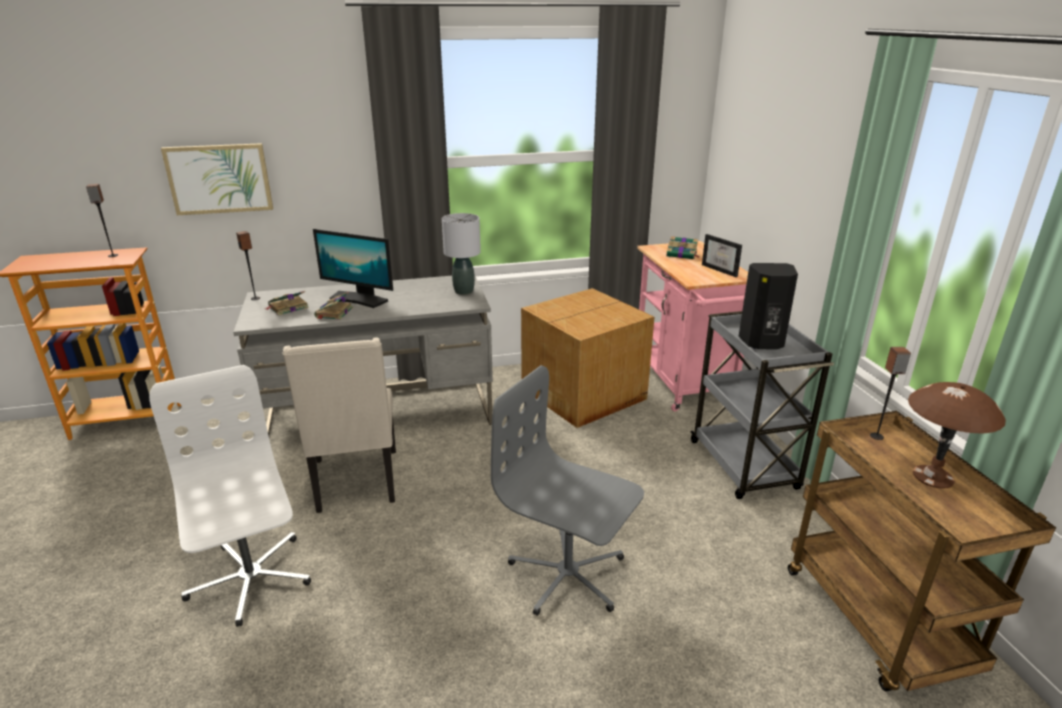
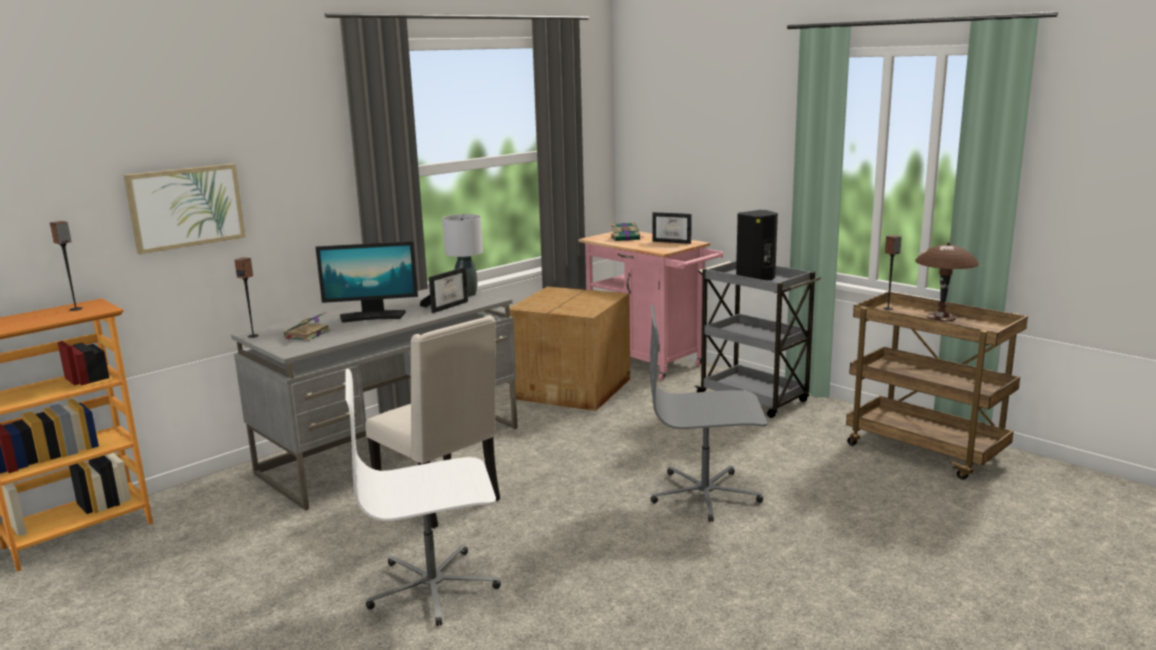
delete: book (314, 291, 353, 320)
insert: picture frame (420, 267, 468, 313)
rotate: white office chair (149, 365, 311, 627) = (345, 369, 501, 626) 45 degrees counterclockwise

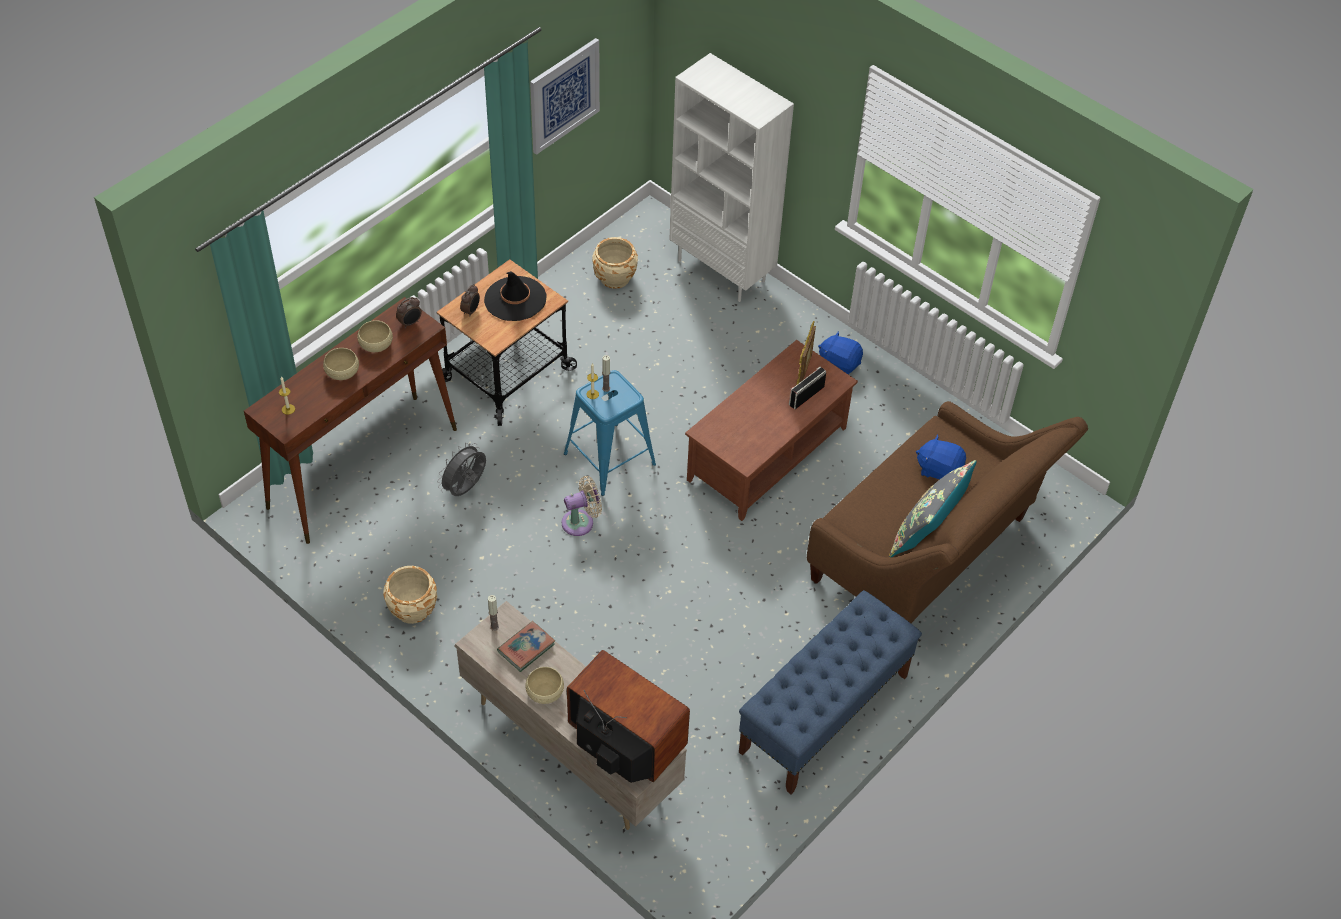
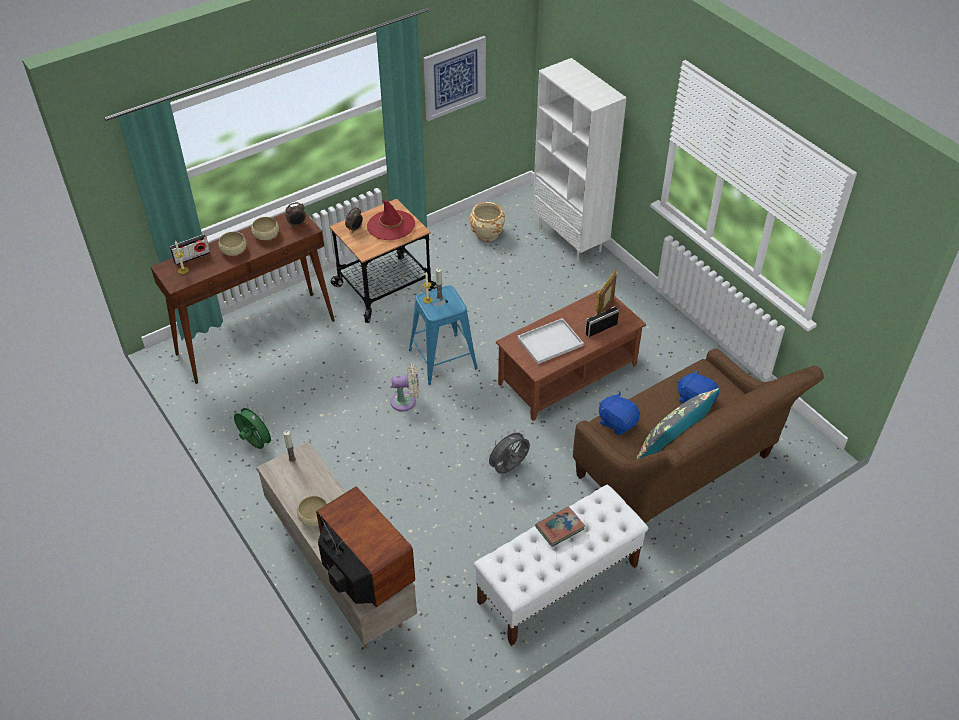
insert: radio (170, 234, 210, 266); white tray (517, 318, 584, 364)
move: blue plush toy (818, 331, 863, 374) to (599, 392, 640, 435); grey fan (437, 442, 486, 496) to (485, 429, 530, 474); book (497, 621, 555, 672) to (535, 506, 585, 547)
replace: beige planter (383, 566, 437, 624) to green fan (234, 404, 275, 449)
recolor: black hat (484, 271, 546, 321) to red hat (367, 200, 415, 240); blue bench (739, 590, 922, 794) to white bench (474, 485, 648, 646)

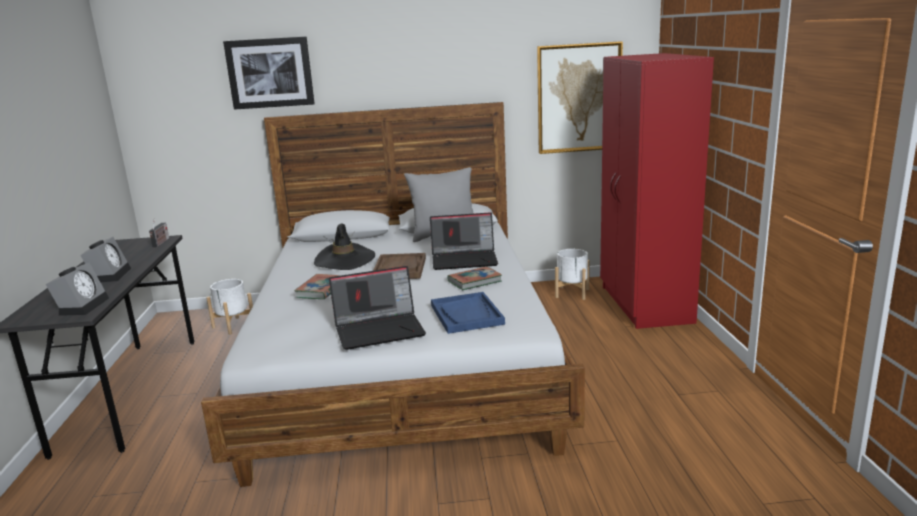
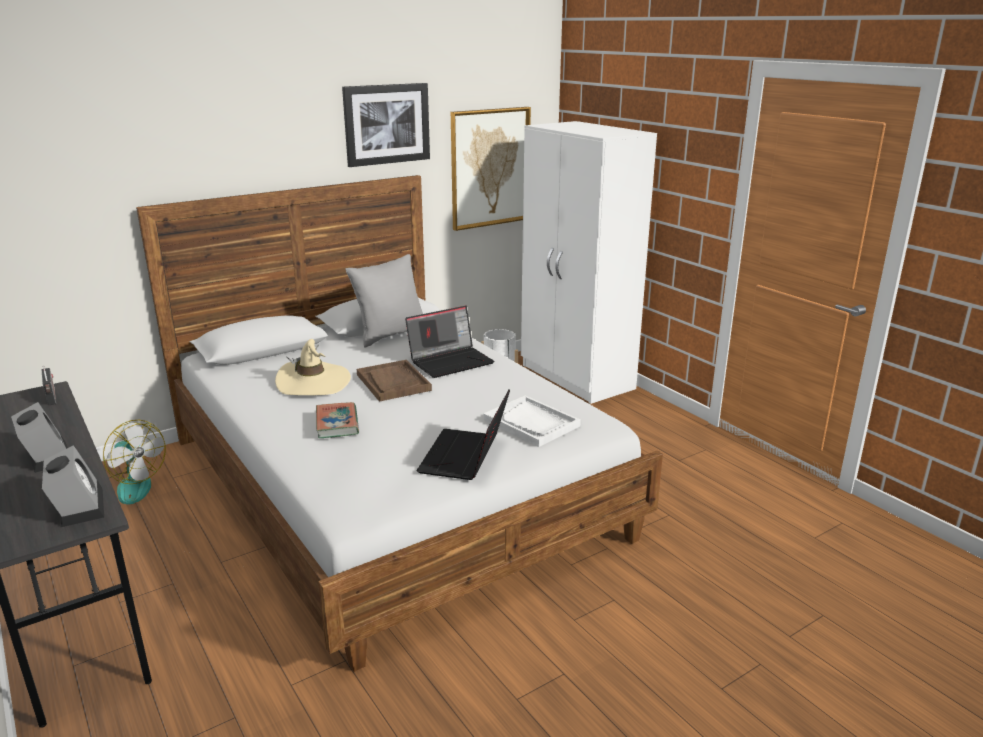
delete: book (447, 266, 502, 290)
move: picture (223, 37, 315, 110) to (342, 83, 430, 167)
replace: white planter (206, 279, 253, 335) to fan (103, 420, 166, 505)
recolor: red wardrobe (600, 53, 714, 329) to white wardrobe (521, 121, 657, 404); black hat (314, 224, 375, 270) to beige hat (275, 339, 351, 395); blue tray (431, 292, 505, 334) to white tray (484, 396, 581, 447)
rotate: laptop (329, 266, 426, 350) = (417, 390, 510, 480) 150 degrees clockwise

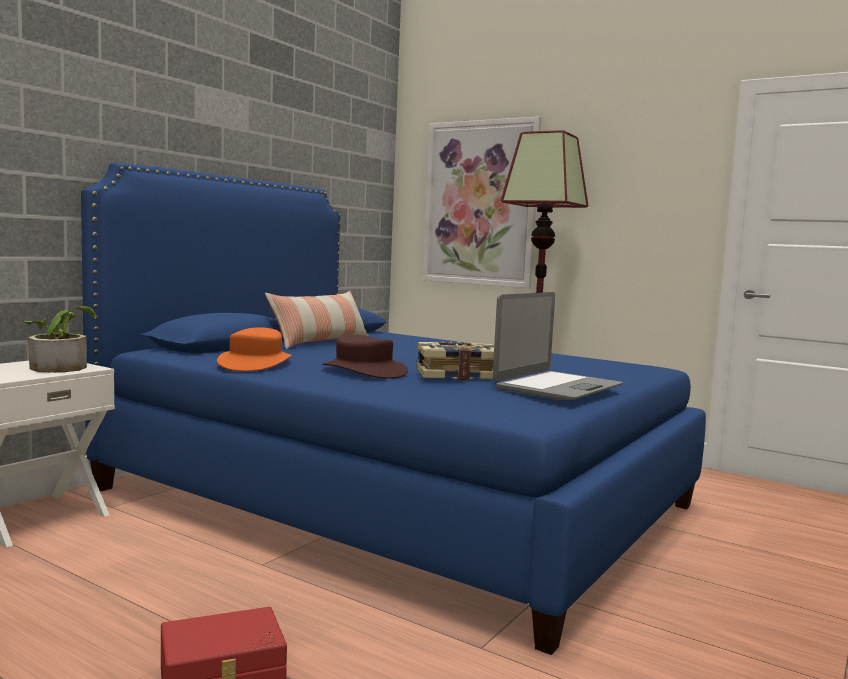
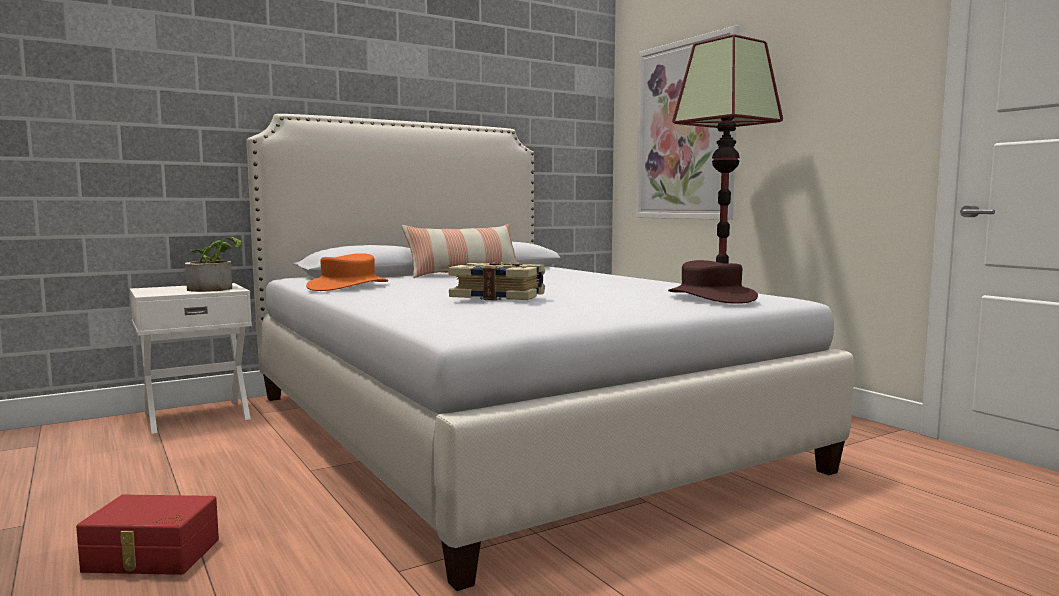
delete: laptop (493, 292, 623, 400)
move: brown hat (322, 334, 408, 379) to (668, 260, 758, 304)
recolor: blue bed (81, 163, 706, 655) to white bed (246, 114, 854, 591)

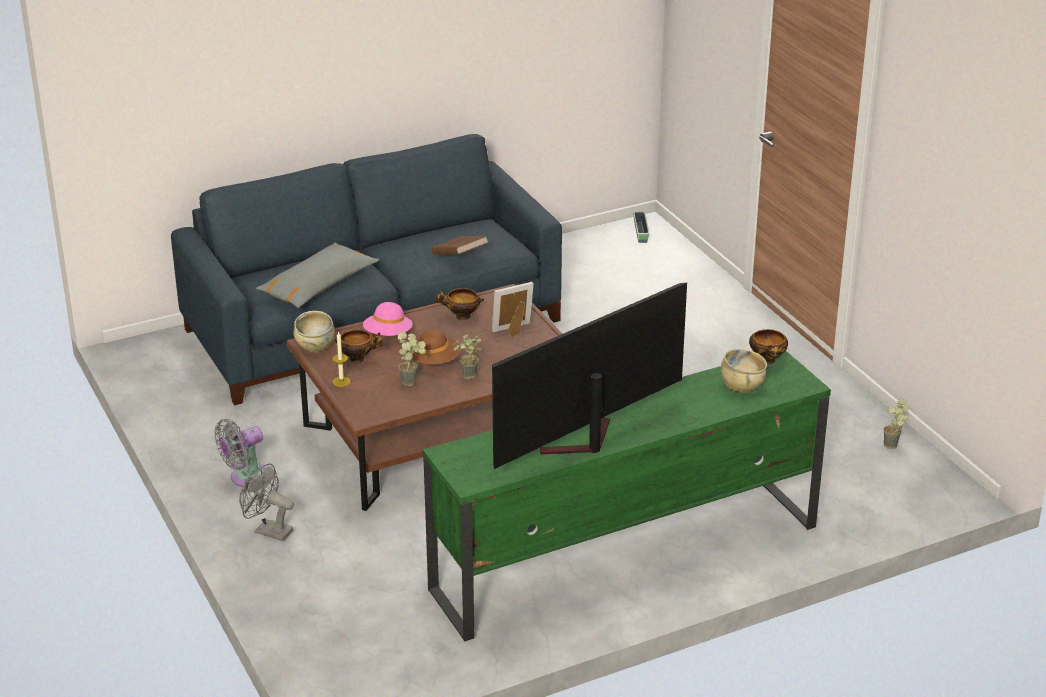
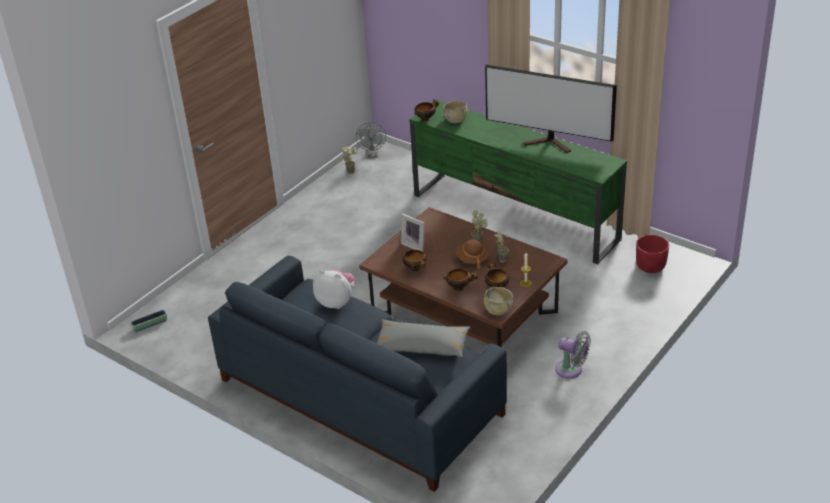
insert: red planter (636, 234, 669, 273)
move: grey fan (239, 463, 294, 541) to (356, 122, 386, 158)
replace: brown book (432, 236, 489, 254) to plush toy (313, 270, 355, 309); pink hat (363, 302, 413, 336) to bowl (443, 269, 478, 292)

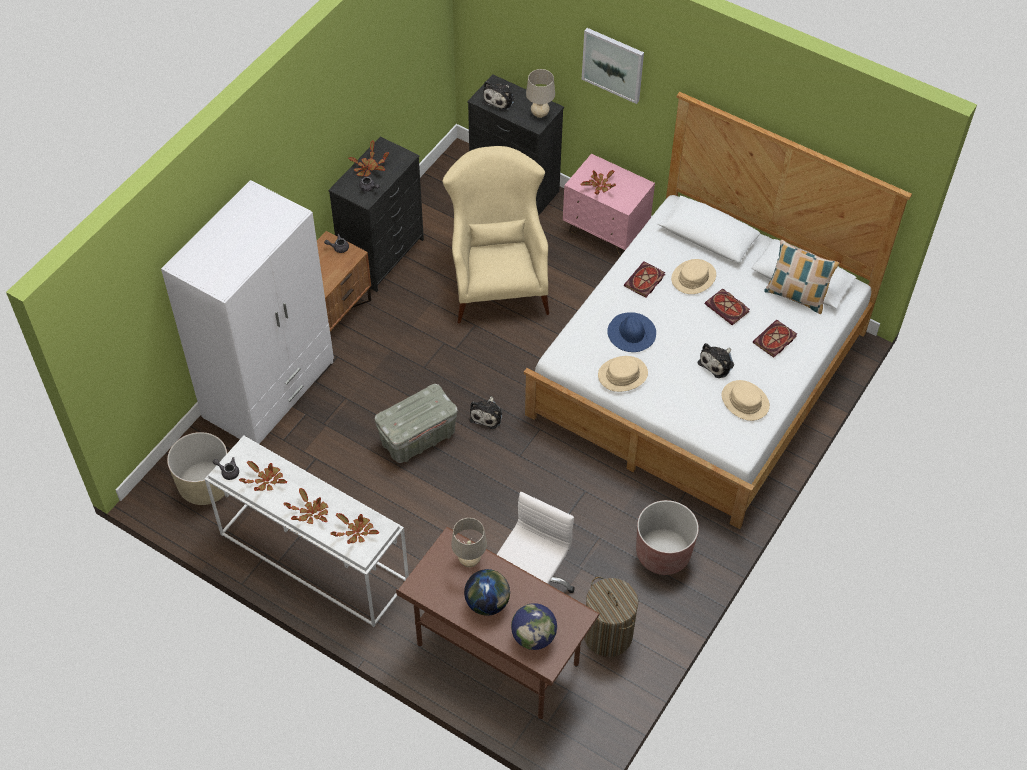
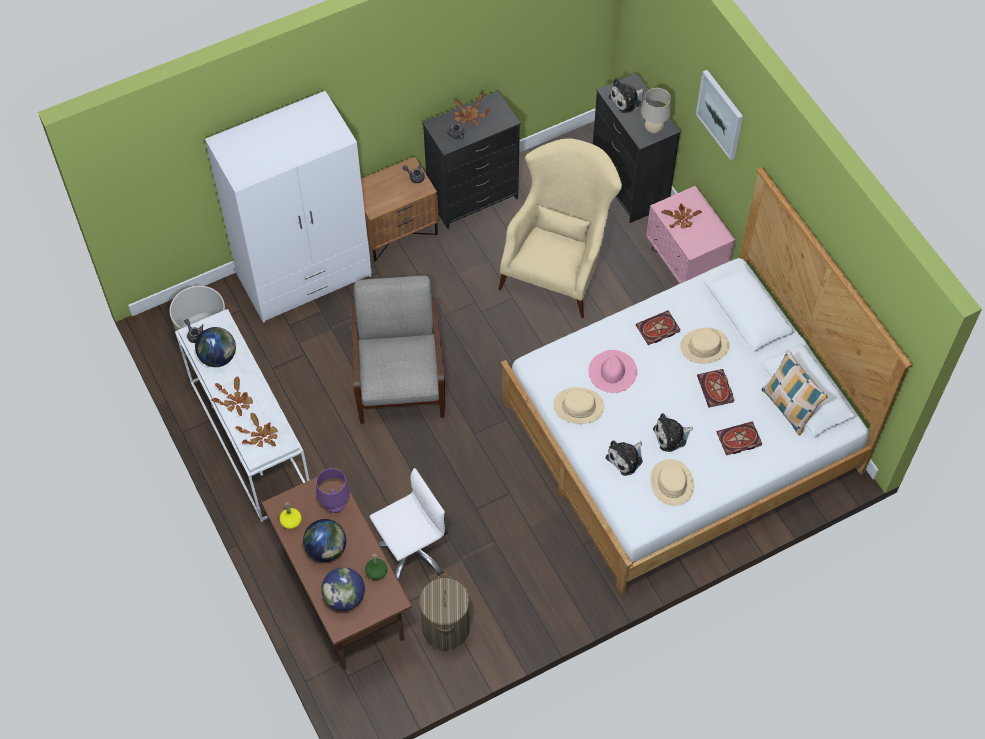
delete: brown planter (636, 500, 699, 575)
insert: yellow bottle (279, 502, 302, 529); green bottle (365, 553, 387, 580)
move: plush toy (469, 396, 503, 429) to (606, 440, 643, 476)
replace: grey storage box (375, 384, 458, 463) to grey armchair (351, 276, 445, 424); potted plant (239, 461, 287, 491) to globe (195, 327, 236, 367)
recolor: blue hat (607, 312, 656, 352) to pink hat (588, 350, 637, 393); beige table lamp (451, 518, 487, 567) to purple table lamp (316, 468, 350, 513)

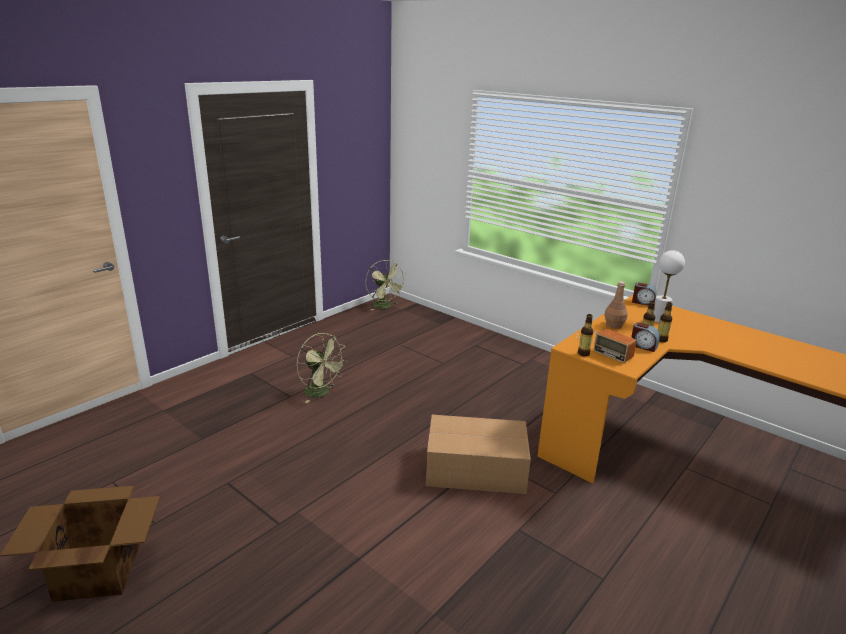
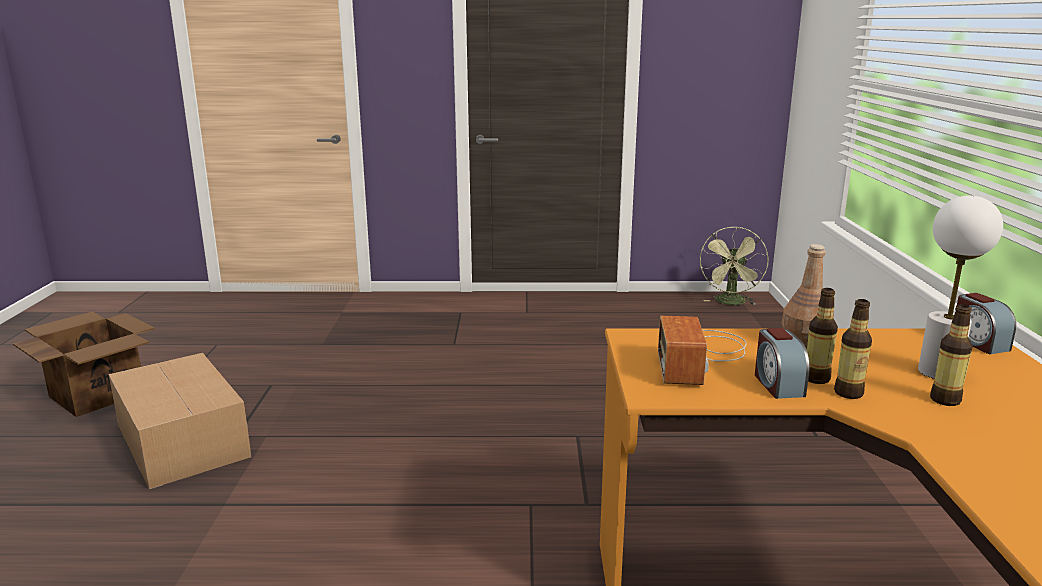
delete: green fan (297, 333, 347, 403)
move: bottle (578, 314, 593, 356) to (930, 304, 973, 406); cardboard box (426, 415, 531, 494) to (108, 353, 251, 489)

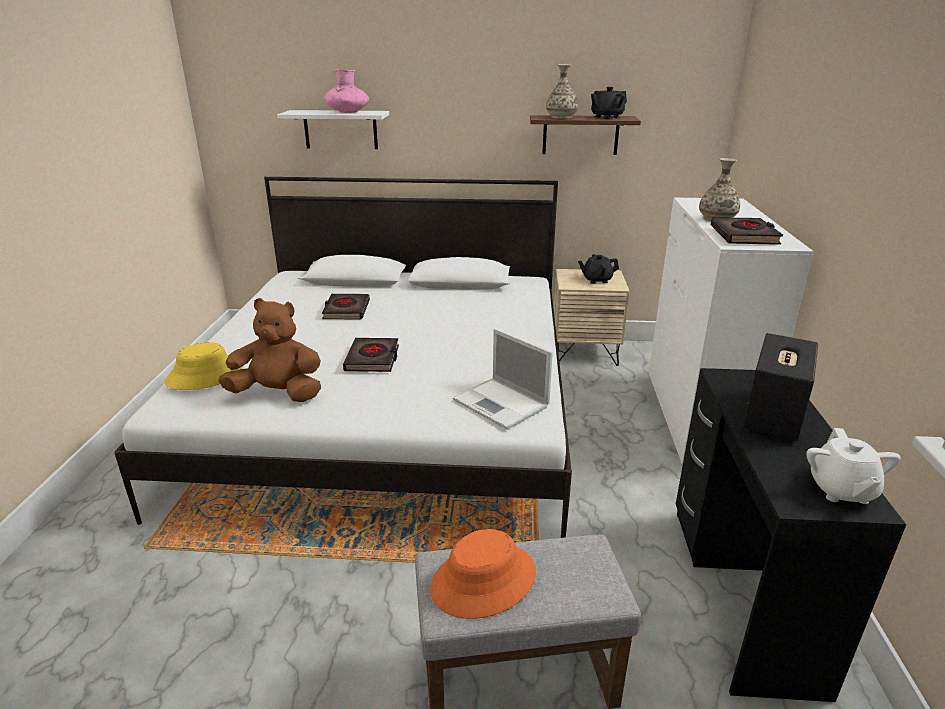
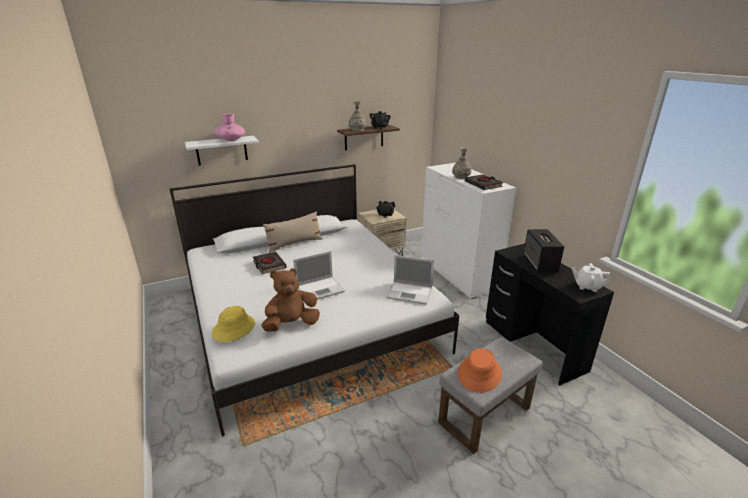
insert: beige pillow (263, 211, 323, 253)
replace: black book (343, 338, 399, 372) to laptop (293, 251, 345, 300)
rotate: white teapot (806, 428, 901, 504) = (572, 263, 610, 292) 135 degrees clockwise

